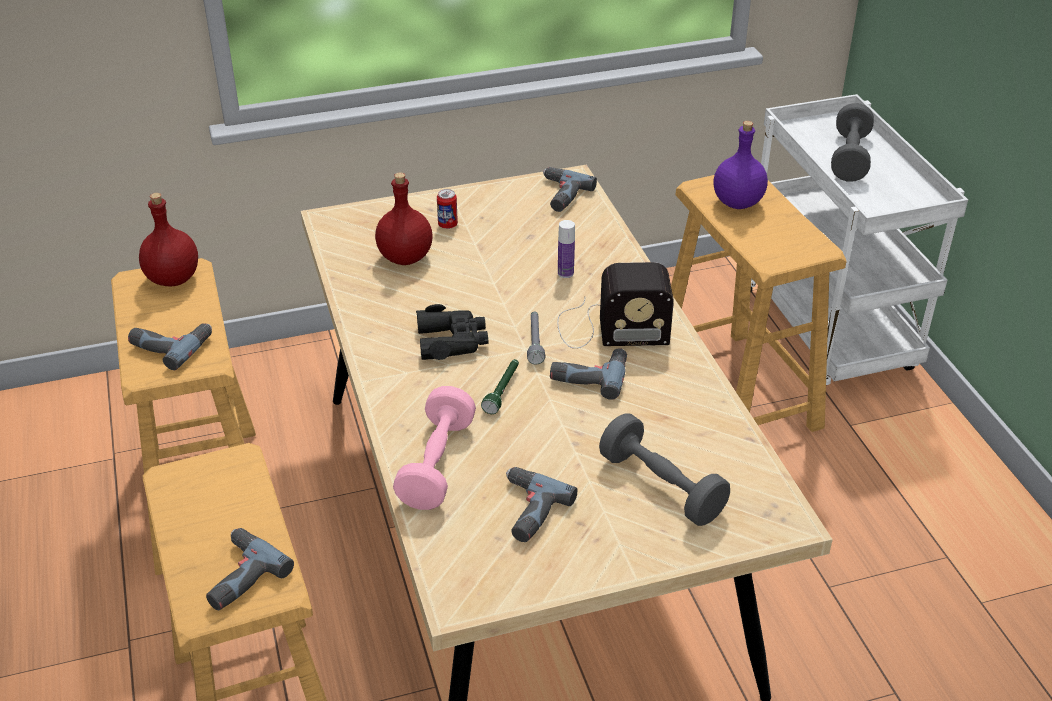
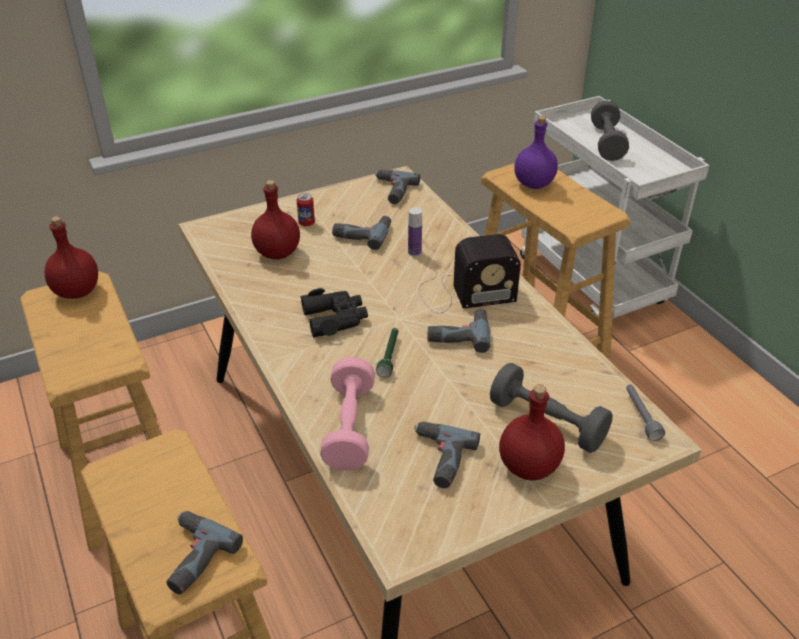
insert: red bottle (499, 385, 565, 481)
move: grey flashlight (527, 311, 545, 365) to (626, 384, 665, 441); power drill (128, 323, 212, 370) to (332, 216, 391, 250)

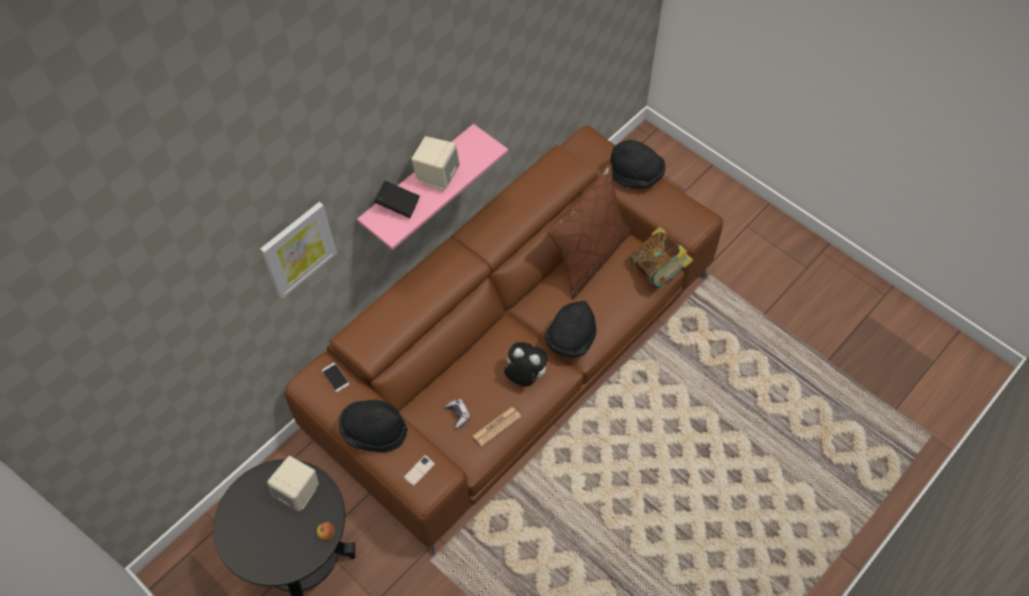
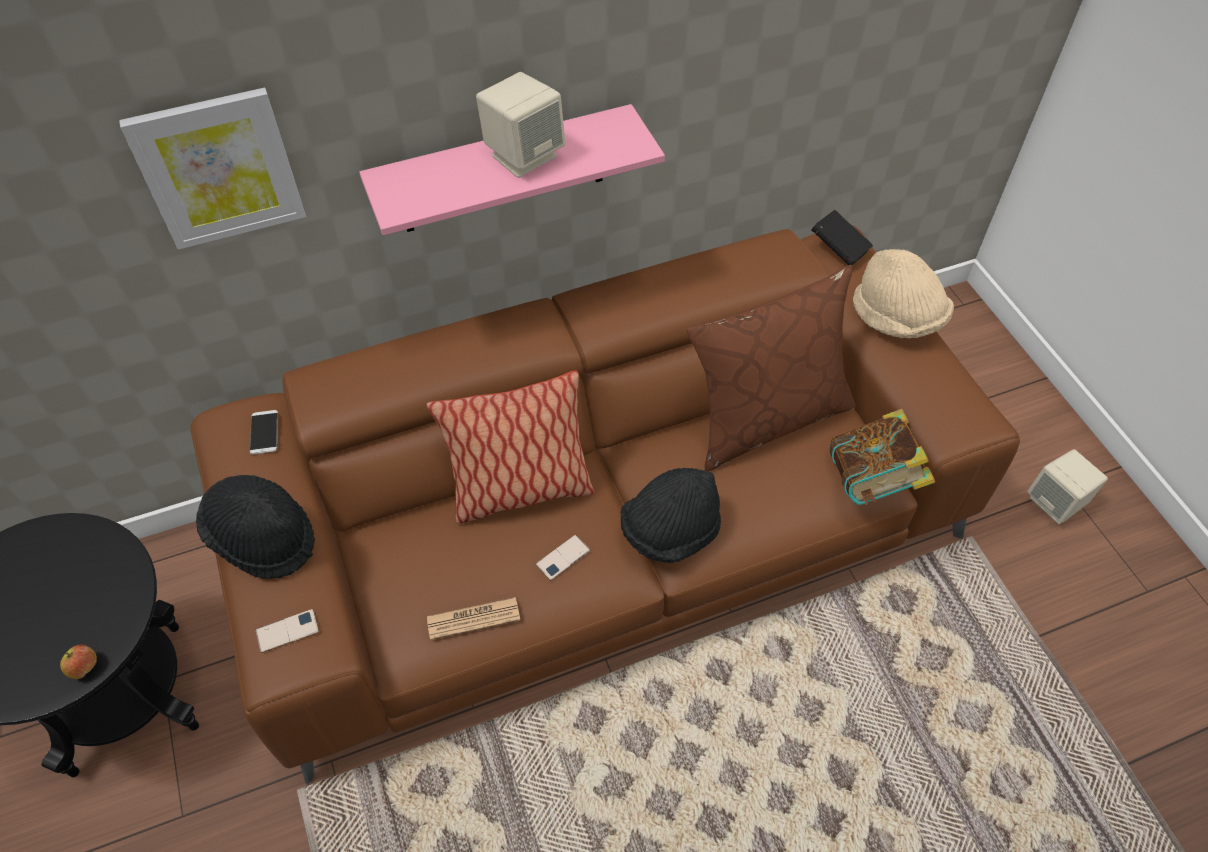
delete: game controller (445, 399, 471, 428)
insert: pillow (427, 370, 595, 524)
move: black book (374, 181, 420, 218) to (811, 210, 873, 265); beige speaker (267, 456, 319, 512) to (1027, 449, 1108, 524)
replace: plush toy (504, 342, 548, 386) to phone (536, 535, 590, 581)
recolor: black hat (610, 140, 665, 189) to beige hat (853, 249, 954, 339)

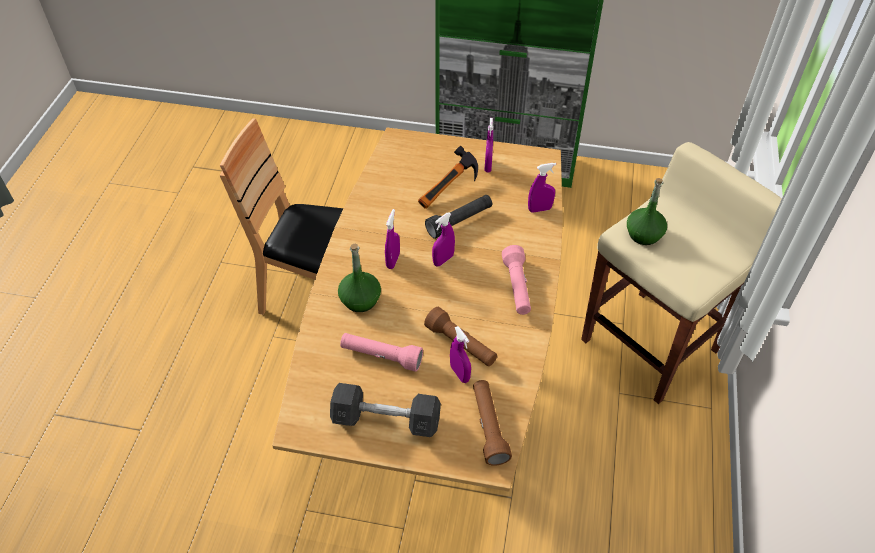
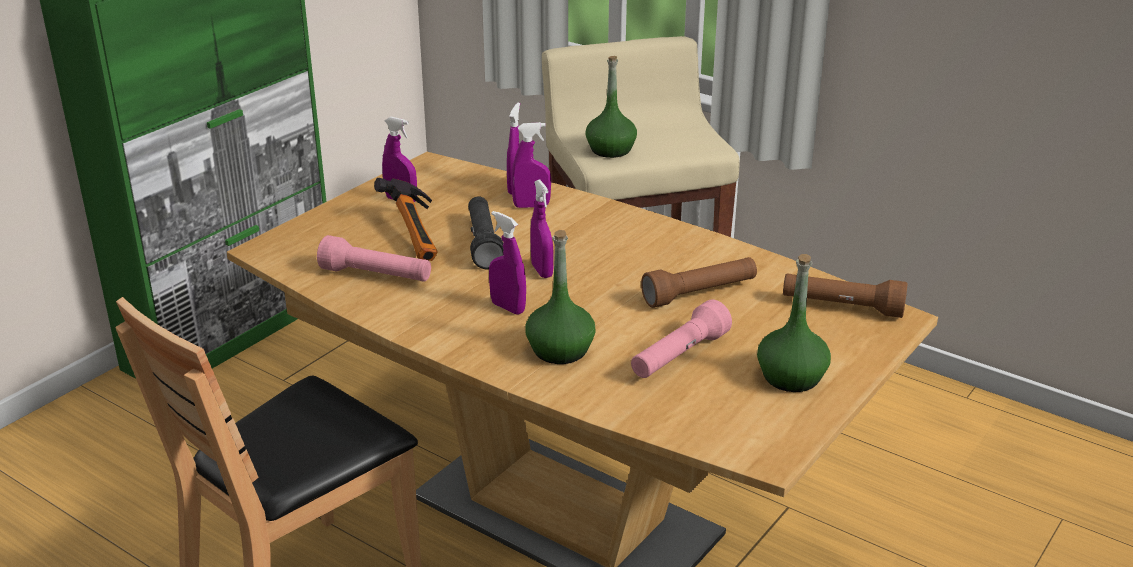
move: pink flashlight (502, 245, 531, 315) to (317, 235, 431, 281); purple spray bottle (450, 326, 471, 383) to (511, 122, 551, 208)
replace: grey dumbbell (330, 383, 441, 437) to green bottle (757, 254, 831, 392)

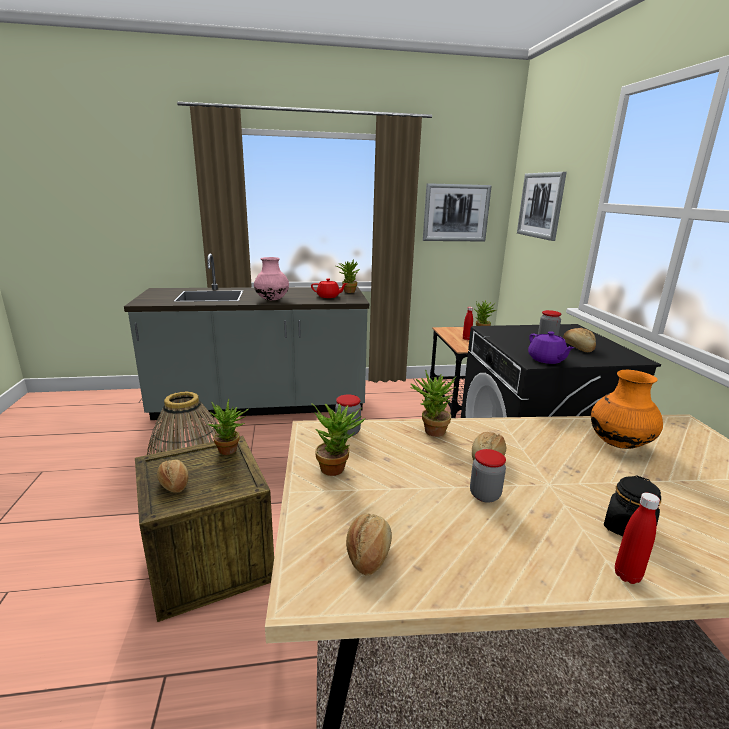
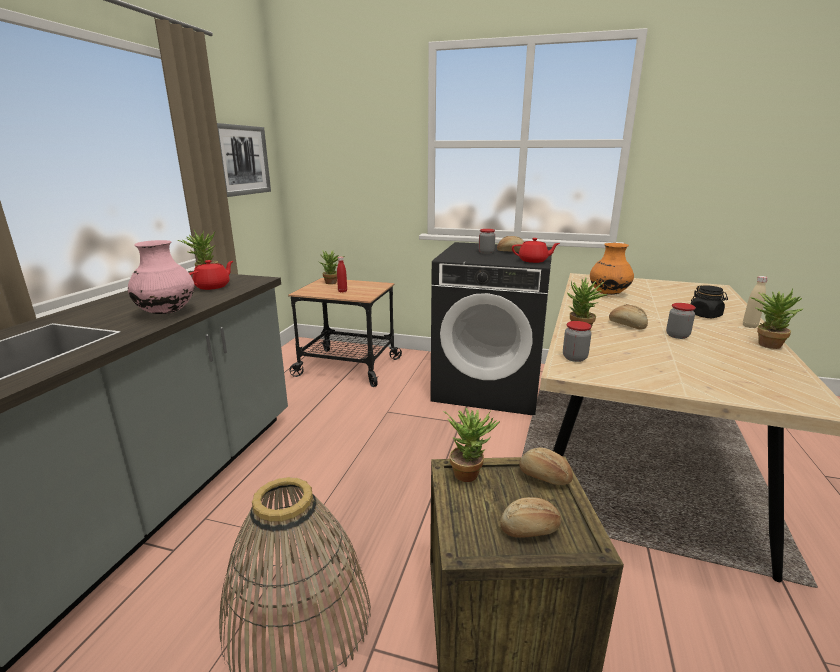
delete: picture (517, 172, 567, 241)
move: potted plant (311, 403, 366, 476) to (750, 288, 803, 349); bread (346, 513, 392, 575) to (519, 448, 573, 485)
recolor: purple teapot (528, 331, 574, 364) to red teapot (512, 238, 560, 263); red bottle (615, 493, 660, 584) to beige bottle (743, 276, 768, 328)

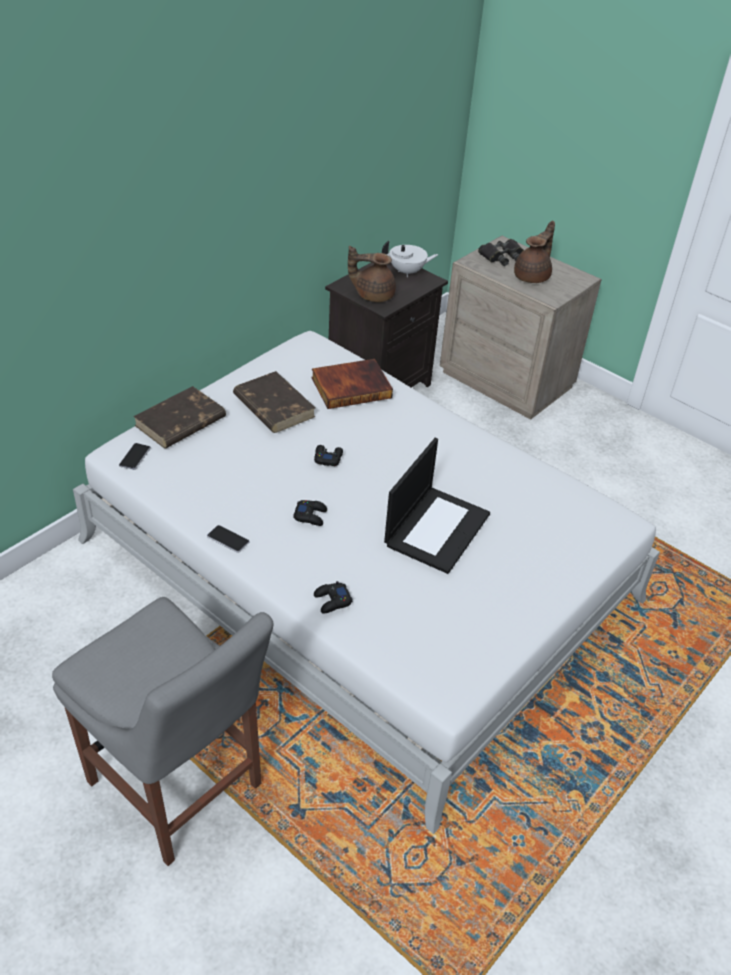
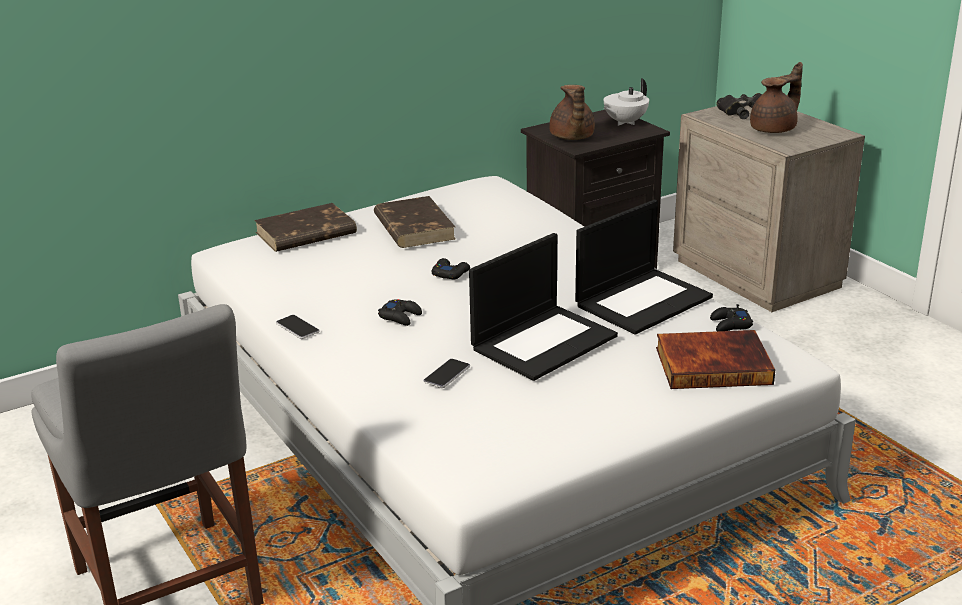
insert: laptop (575, 200, 713, 335)
move: book (311, 359, 393, 409) to (656, 330, 775, 389); phone (119, 443, 151, 470) to (423, 359, 470, 388); black game controller (314, 581, 352, 614) to (710, 304, 753, 331)
rotate: white teapot (382, 241, 438, 277) = (604, 78, 649, 126) 120 degrees clockwise; brown teapot (348, 246, 396, 302) = (549, 85, 595, 140) 120 degrees counterclockwise

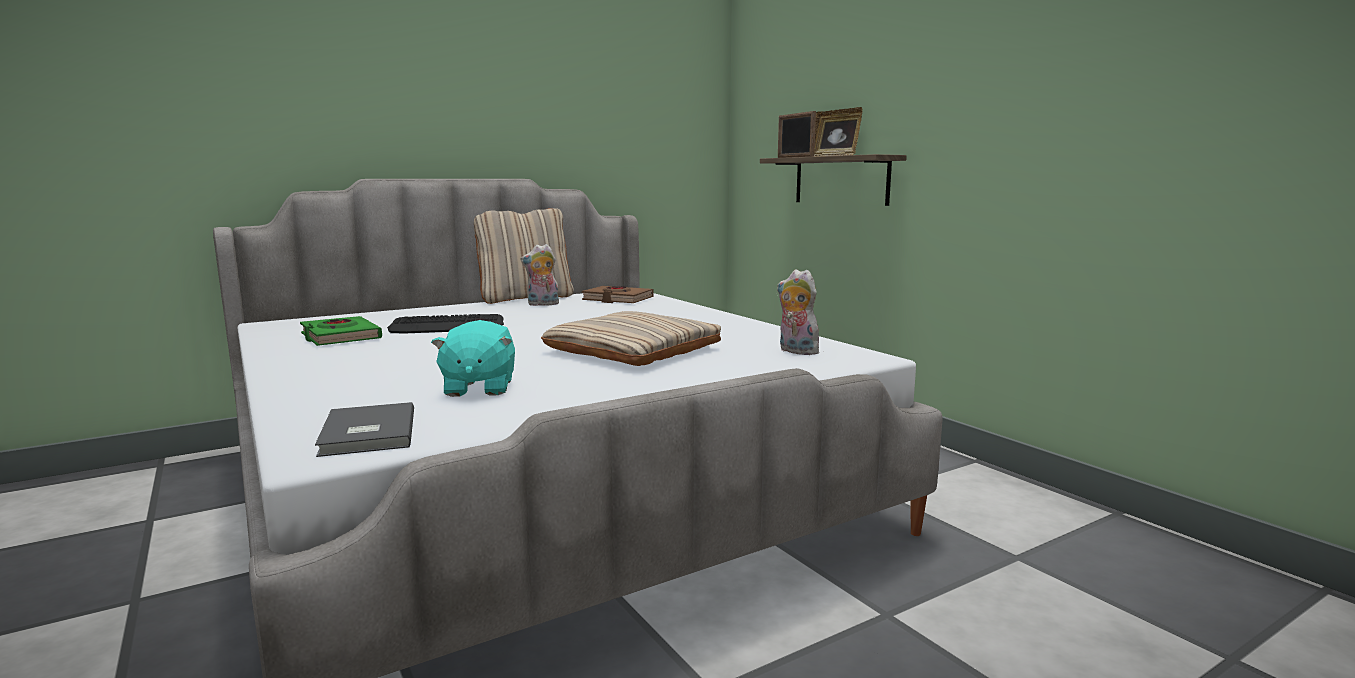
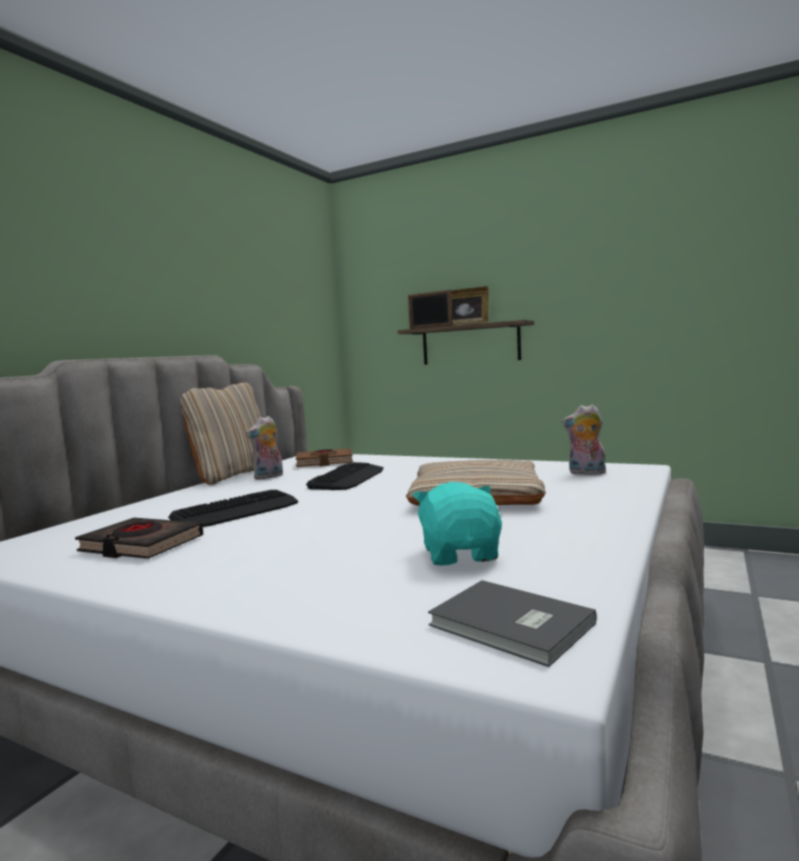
insert: keyboard (306, 462, 383, 490)
recolor: green book (300, 316, 382, 346) to black book (75, 518, 203, 559)
rotate: turquoise plush toy (431, 320, 515, 397) = (413, 482, 502, 566) 150 degrees counterclockwise

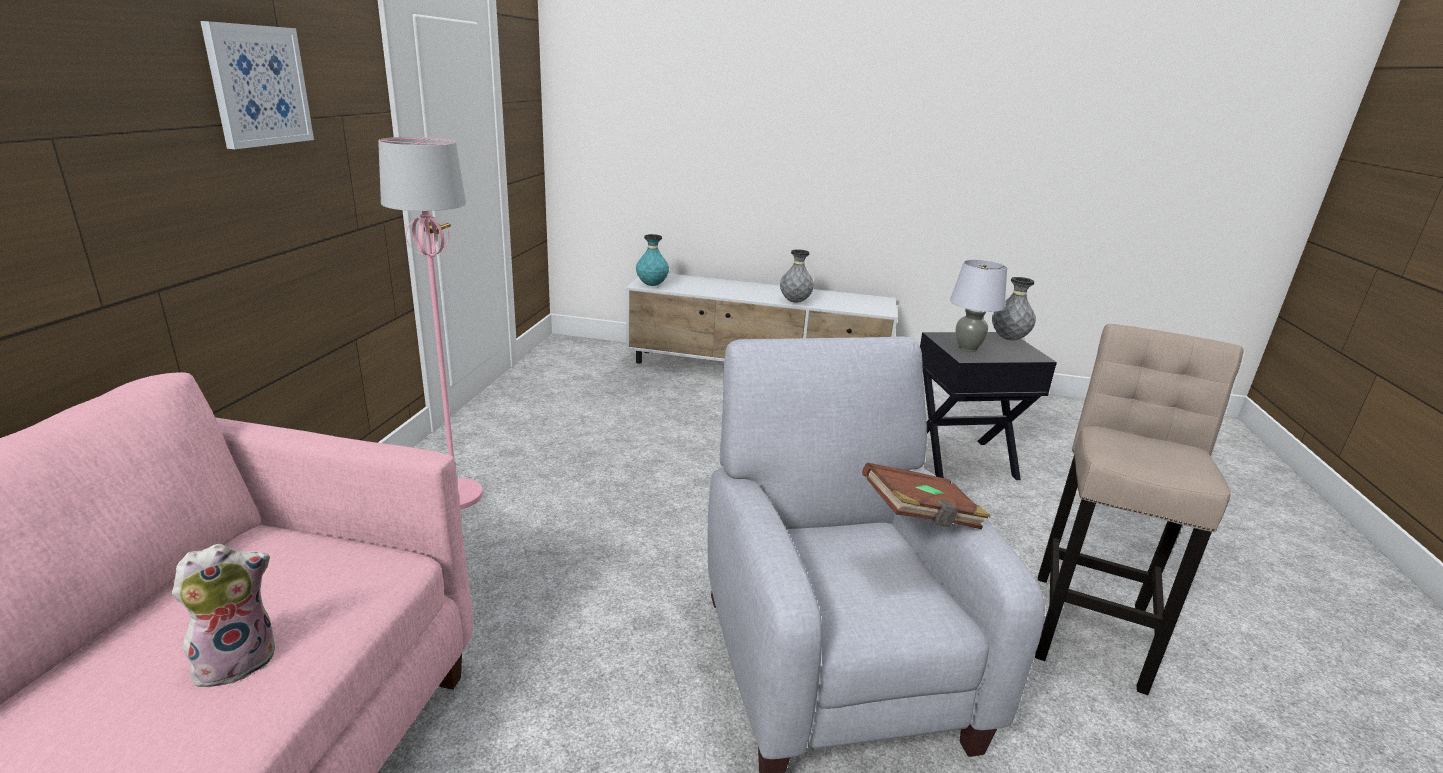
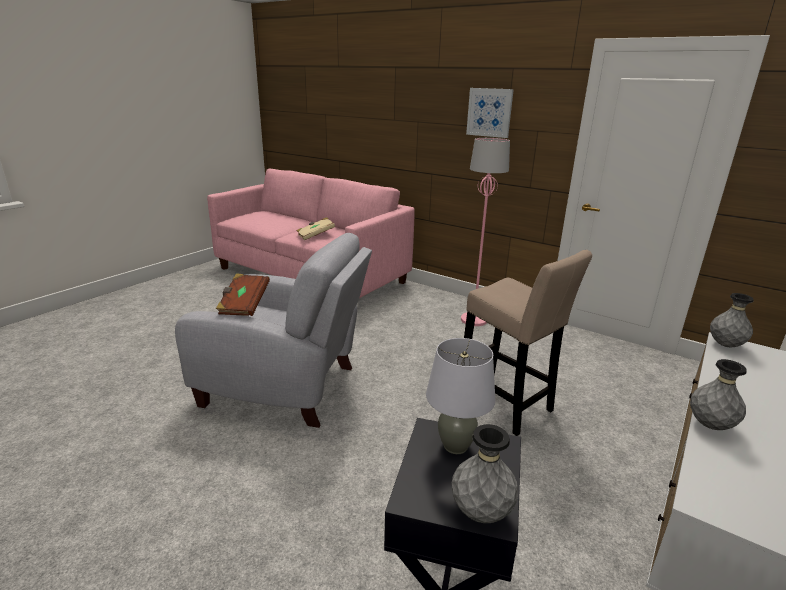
move: beige stool (1035, 324, 1244, 695) to (464, 250, 592, 436)
replace: plush toy (172, 544, 275, 687) to beige book (296, 217, 335, 240)
recolor: turquoise vase (636, 234, 669, 286) to grey vase (710, 293, 754, 347)

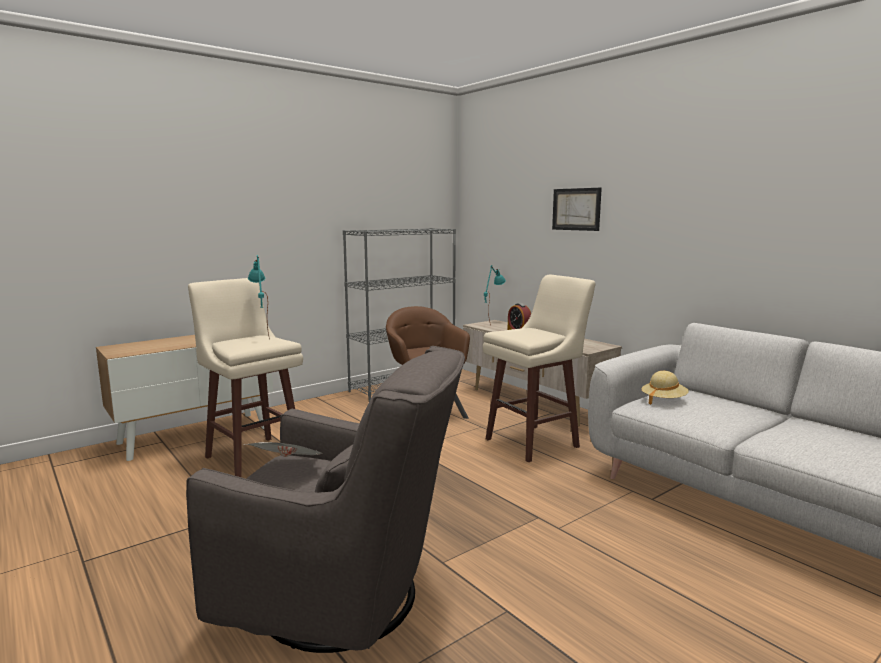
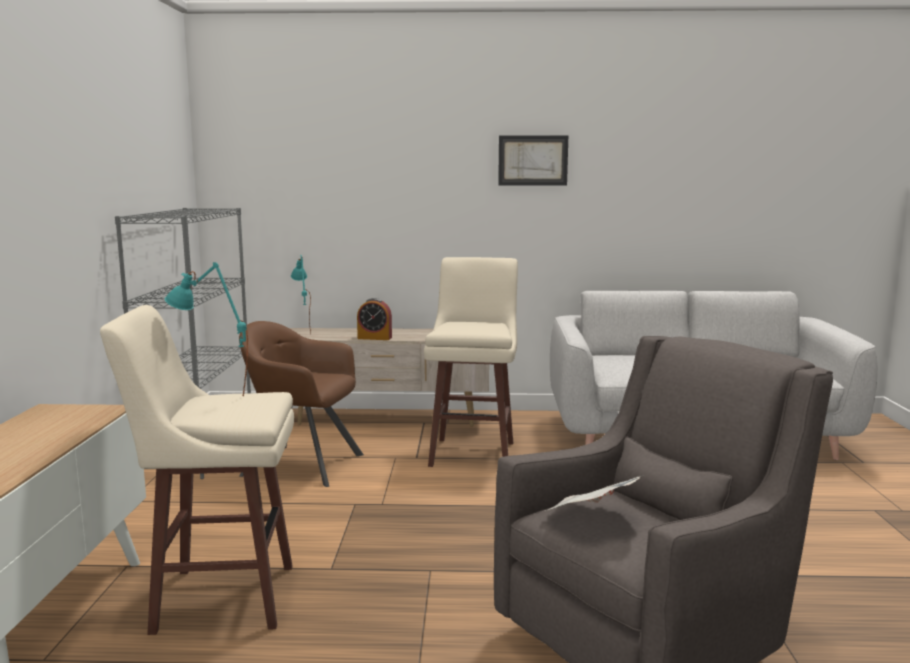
delete: beige hat (642, 371, 689, 405)
move: picture (552, 188, 602, 231) to (498, 135, 568, 186)

